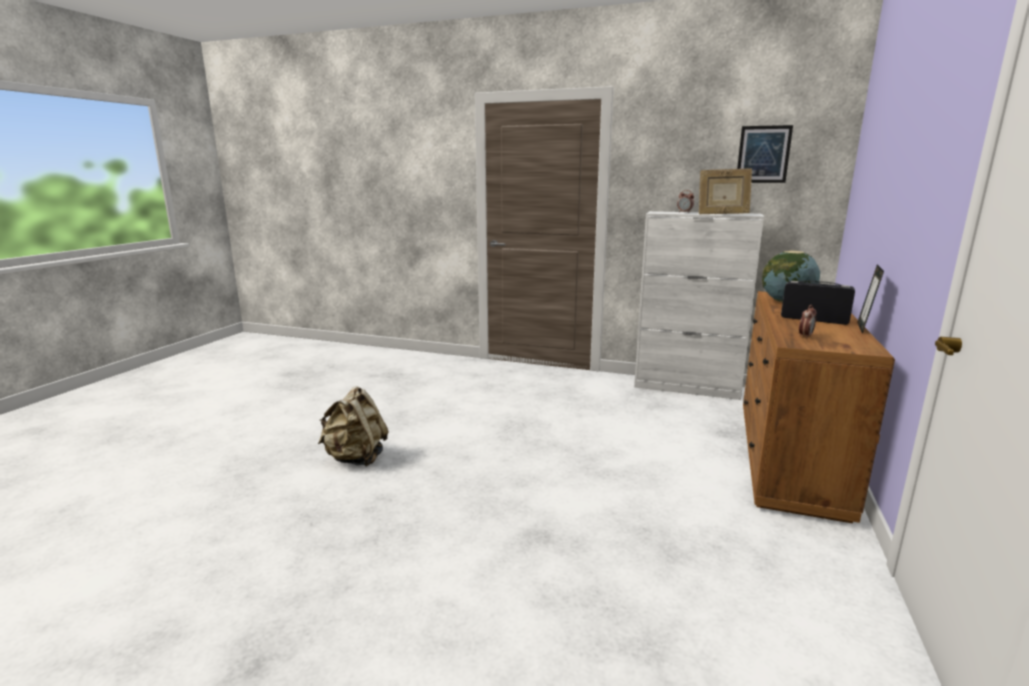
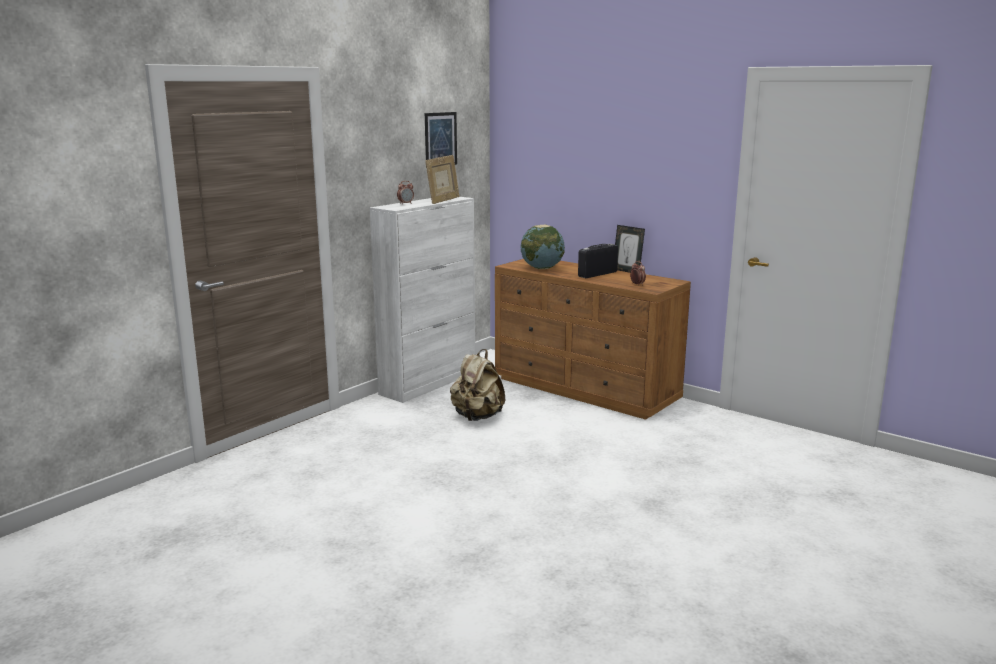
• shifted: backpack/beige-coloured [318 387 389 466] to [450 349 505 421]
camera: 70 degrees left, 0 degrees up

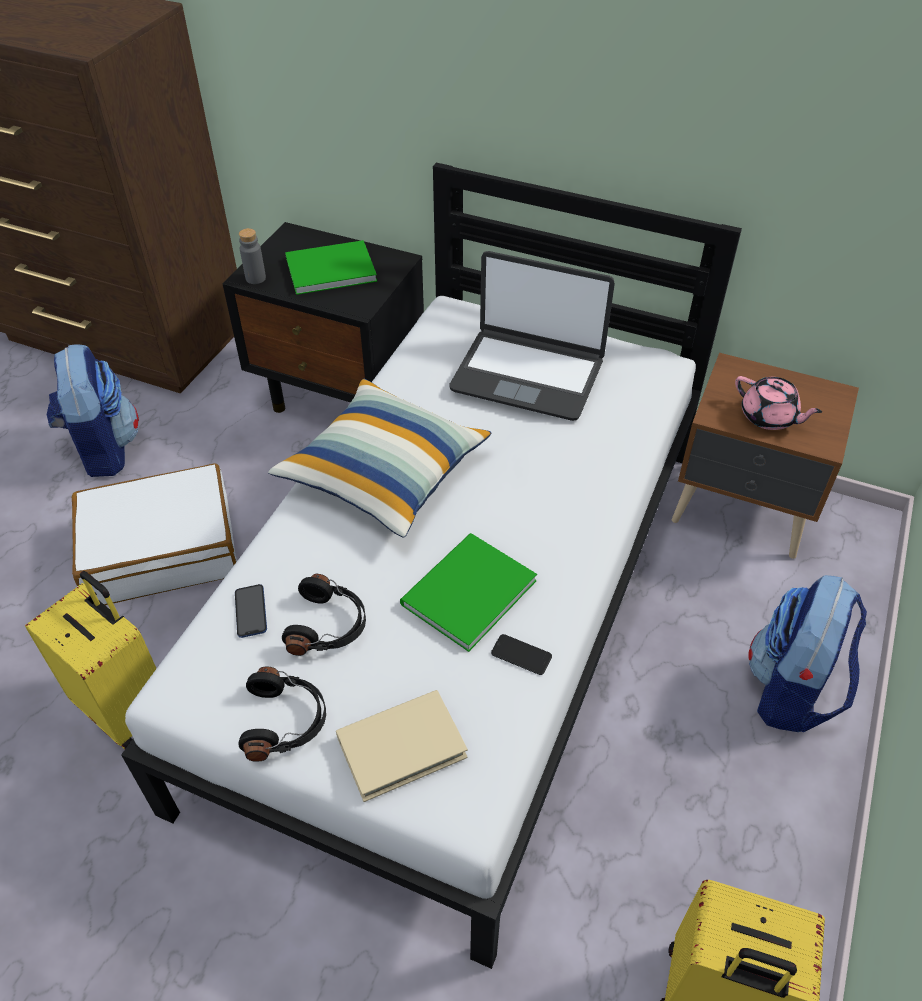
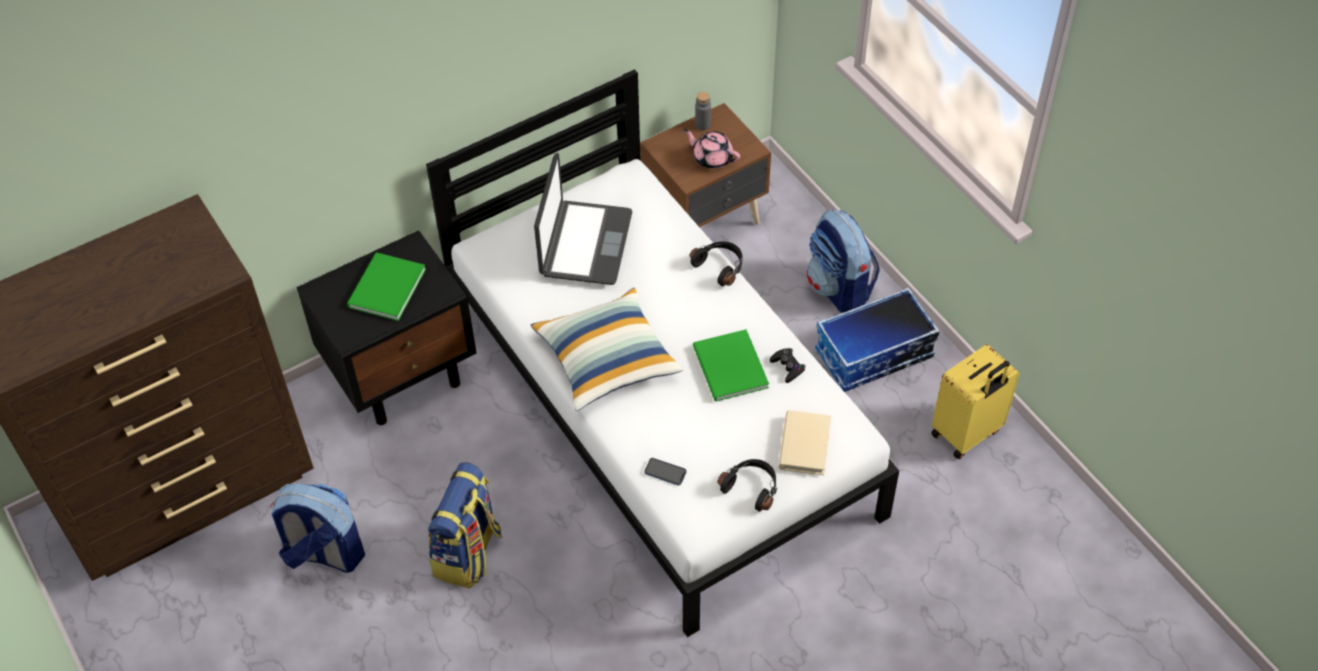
• gone: travel case/yellow [25 571 157 750]
• swapped: travel case/white-coloured [72 463 237 605] to backpack [428 462 502 589]
• shifted: bottle/gray [239 228 266 284] to [695 92 711 130]
• shifted: pair of headphones/blackish [282 574 366 656] to [690 241 742 286]
• rotated: notebook computer [450 251 615 421] = [534 153 632 285] 45 degrees counterclockwise
• swapped: handset [491 634 552 675] to gamepad/blackish [769 348 805 383]
• rotated: teapot/pink-coloured [735 376 822 430] = [684 129 740 169] 135 degrees counterclockwise
• new: storage bin [815 287 940 392]
camera: 55 degrees left, 5 degrees up

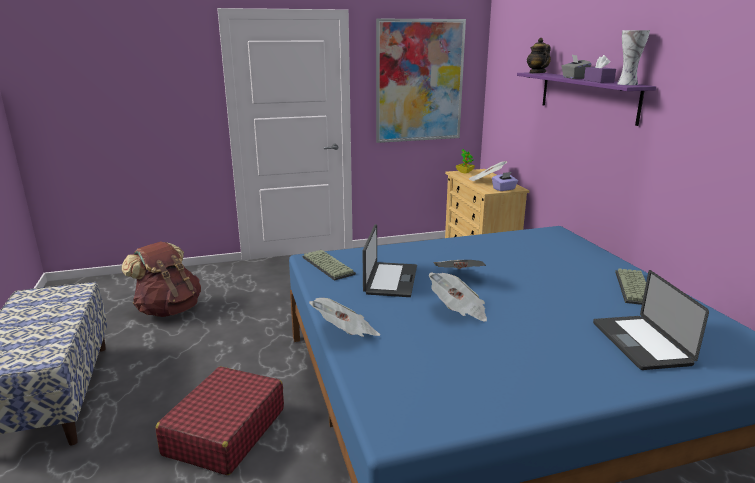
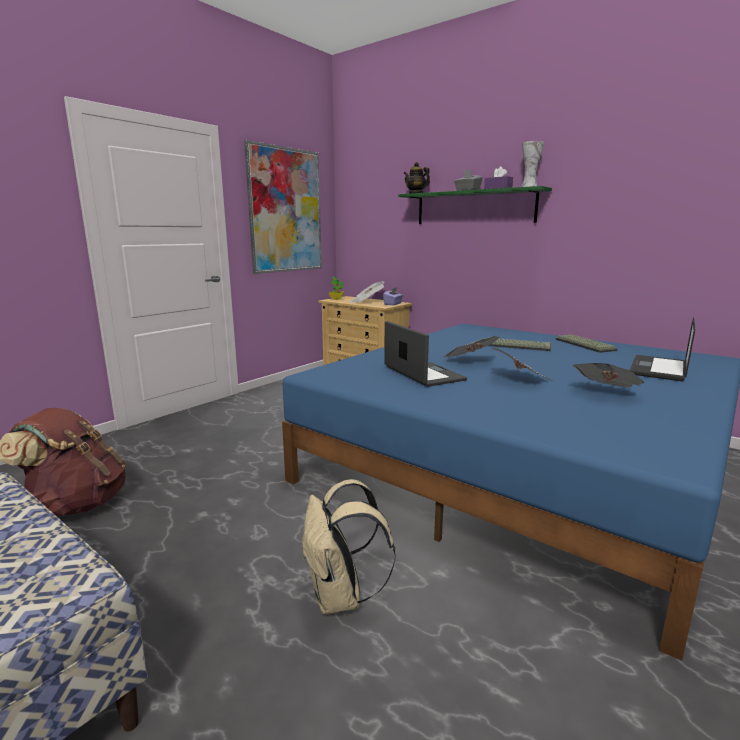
• swapped: travel case/red-coloured [155 366 284 475] to backpack/beige-coloured [302 479 395 614]
• shifted: computer keyboard [302 250 356 281] to [489 339 552 351]
• shifted: newspaper [309 298 381 337] to [573 363 644 387]
• repainted: wall shelf/purplish [517 72 656 126] to wall shelf/green [398 186 552 224]
• rotated: notebook computer [593 270 709 370] = [630 318 695 381] 75 degrees clockwise
camera: 35 degrees left, 5 degrees down

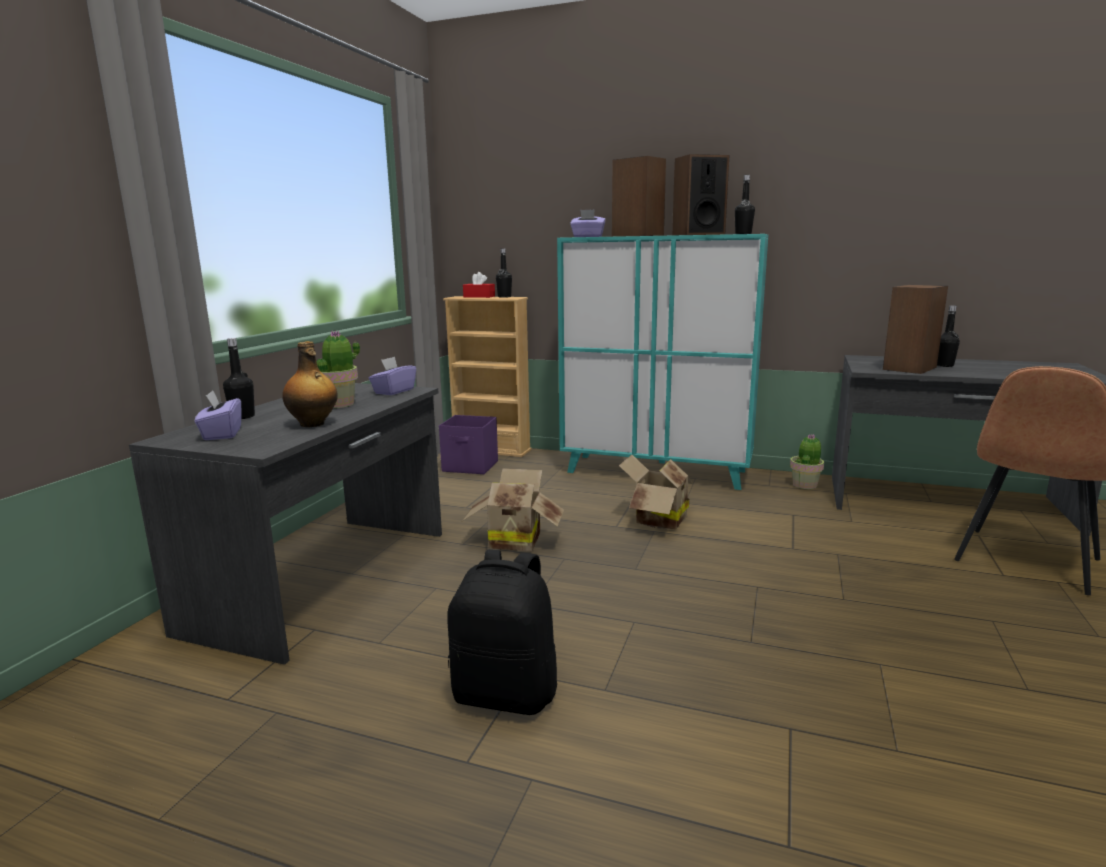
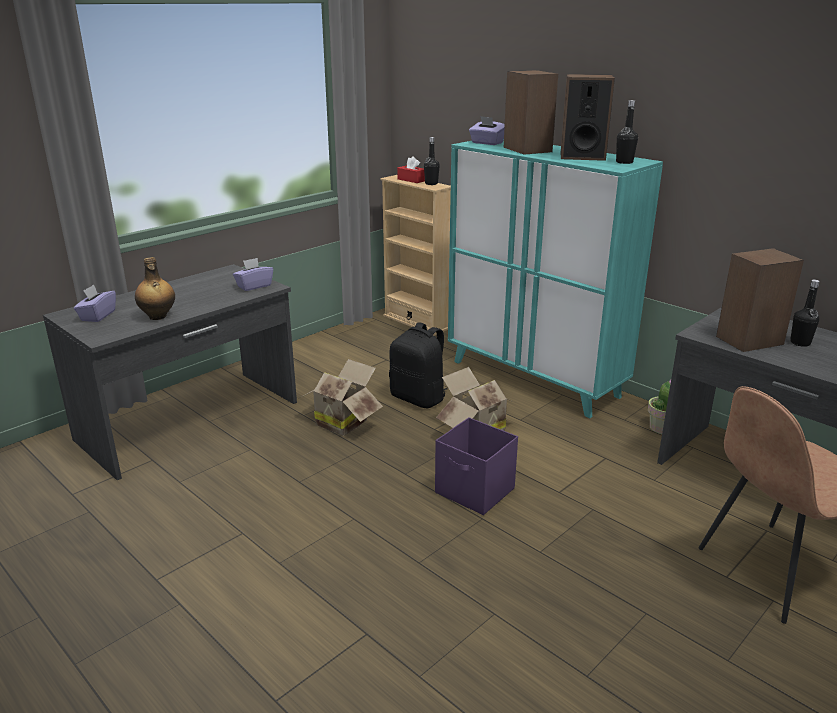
• gone: bottle/blackish [223 338 255 419]
• gone: plant in a pot [316 330 360 408]
• shifted: storage bin/purplish [439 415 498 474] to [435 417 518 515]
• shifted: backpack/blackish [447 549 557 715] to [389 322 447 408]
camera: 25 degrees right, 10 degrees up

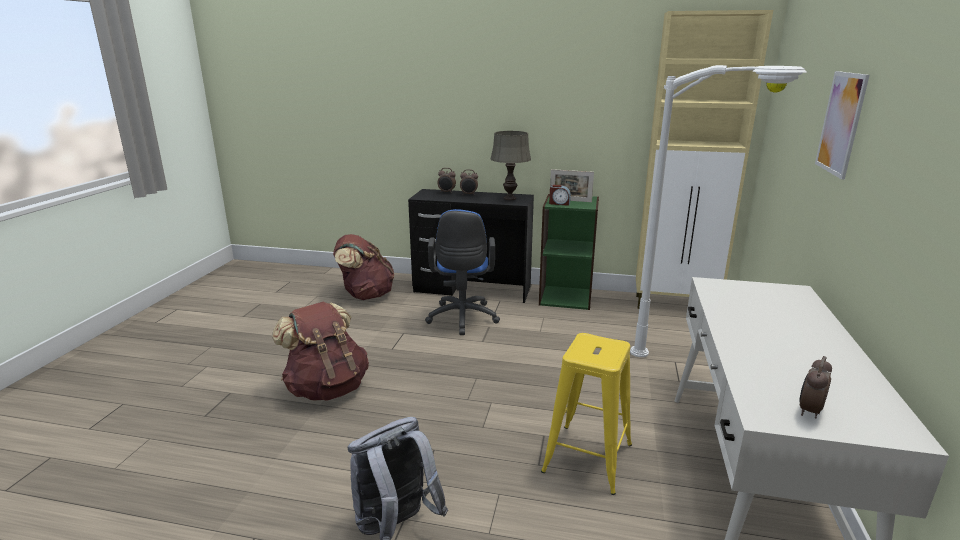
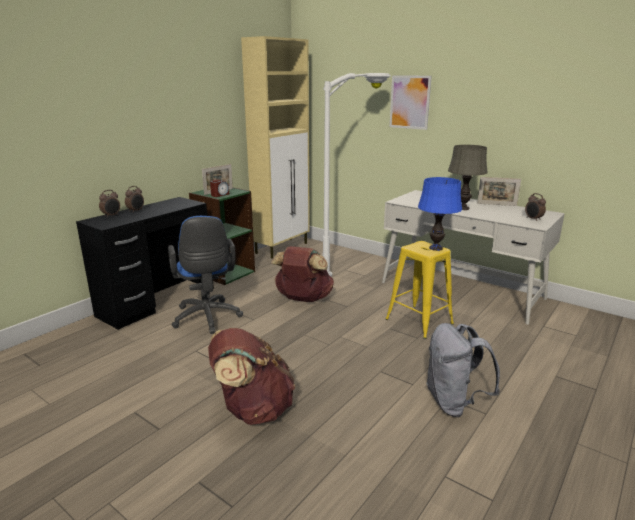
• shifted: backpack/brown [333 234 394 300] to [271 246 334 302]
• rotated: computer chair/bluish [425 209 500 335] = [168 216 243 334] 45 degrees clockwise
• shifted: table lamp/gray [491 131 531 200] to [448 145 488 210]
• new: table lamp/bluish [418 177 462 251]
• new: standing frame [477 177 521 206]
camera: 65 degrees left, 0 degrees up

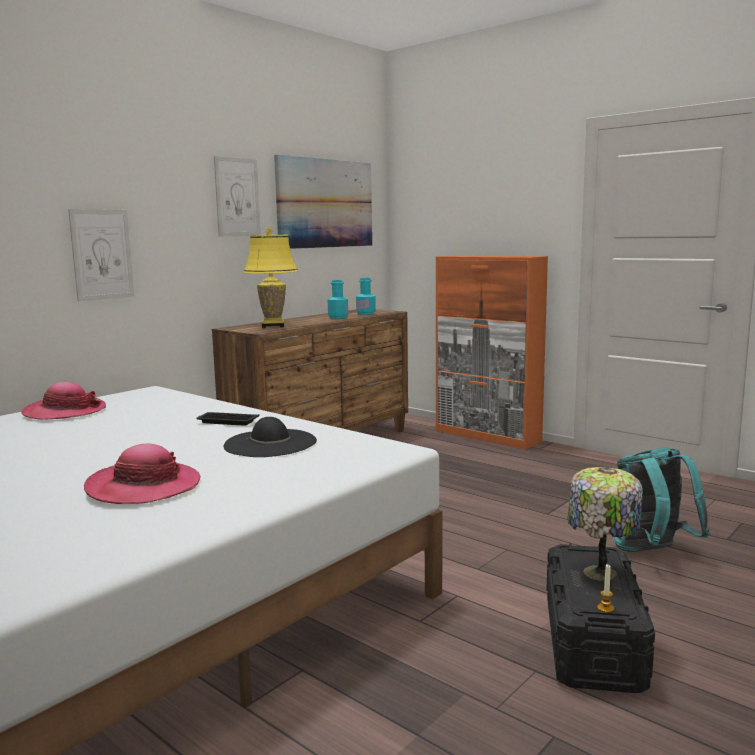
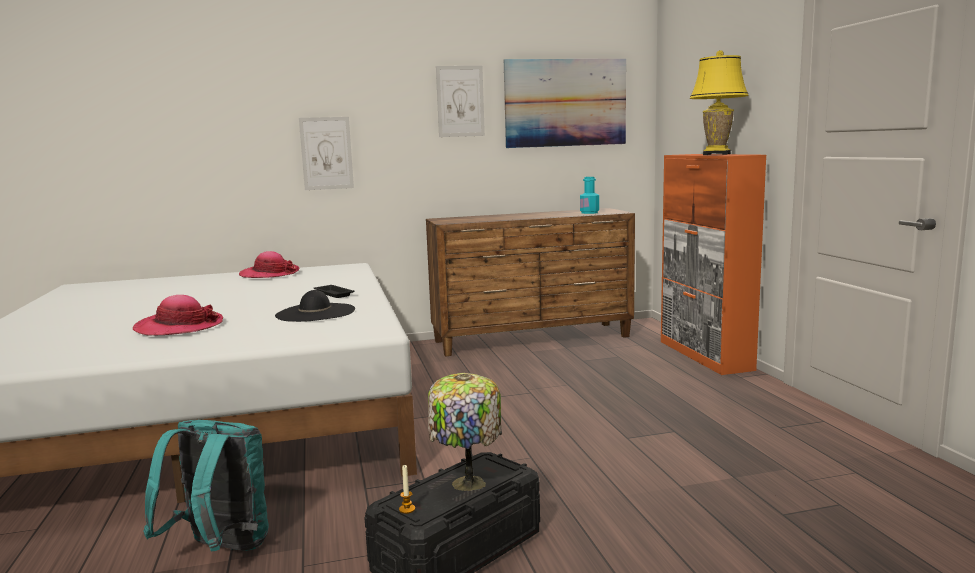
• shifted: table lamp/yellow [243 228 298 328] to [689 50 749 155]
• gone: bottle/blue-green [328 280 348 318]
• shifted: backpack/blue-green [613 448 710 552] to [143 420 269 551]
camera: 35 degrees right, 0 degrees up

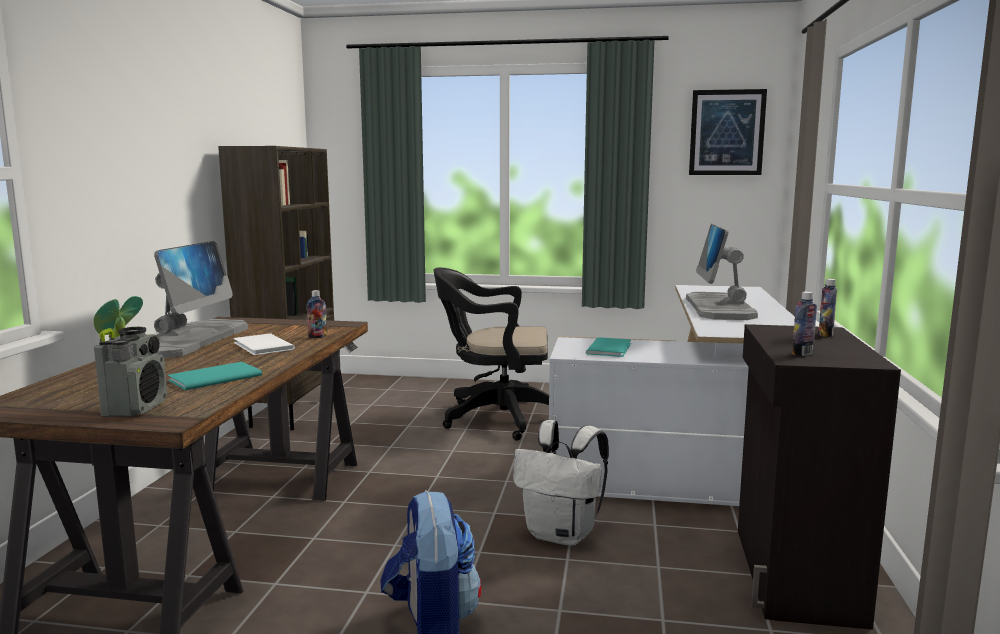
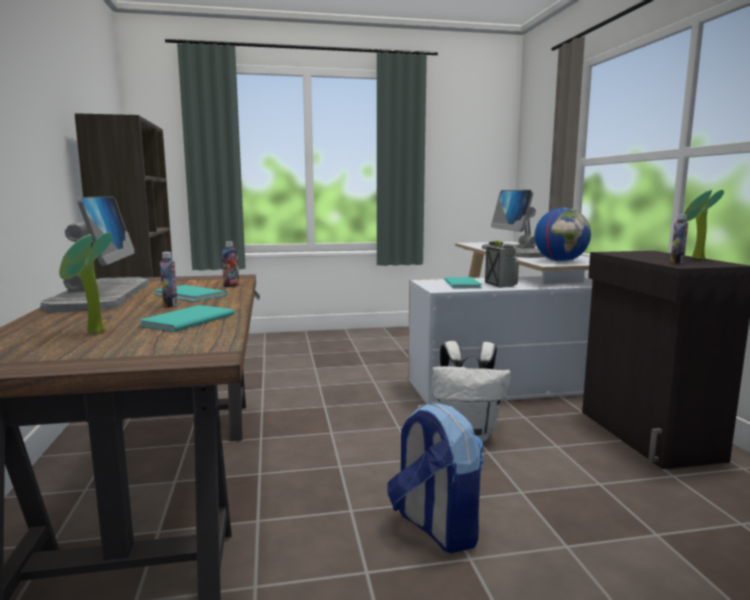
• shifted: radio [94 327 167 417] to [485 240 519 288]
• repainted: volume/white-coloured [234 333 295 355] to volume/blue-green [154 285 228 302]
• gone: computer chair/blackish [433 268 549 441]
• gone: picture [689 89 767 175]
• shifted: bottle [818 279 837 337] to [160 252 178 308]
• new: globe [535 208 591 262]
• new: plant in a pot [684 190 724 259]
camera: 20 degrees left, 0 degrees up

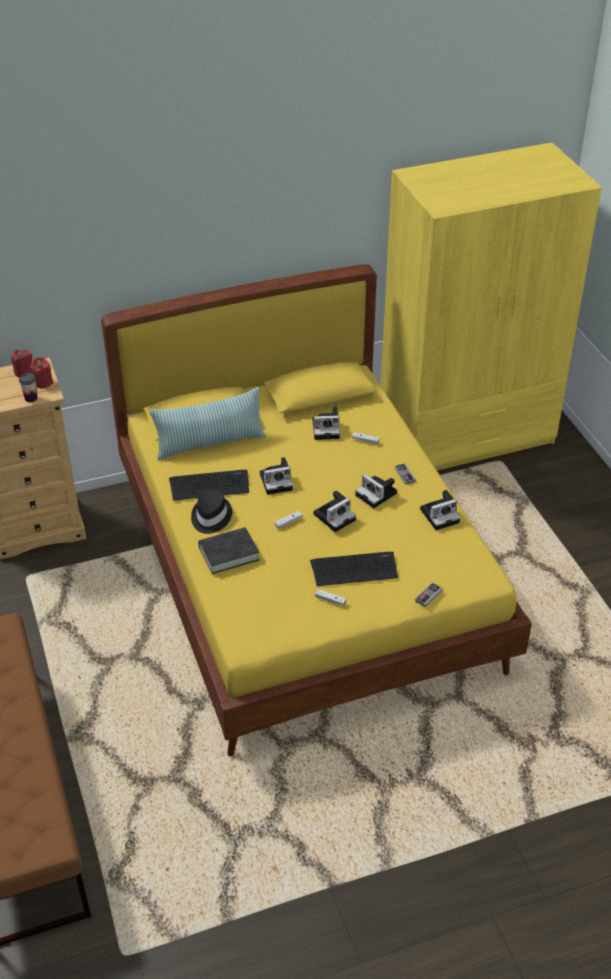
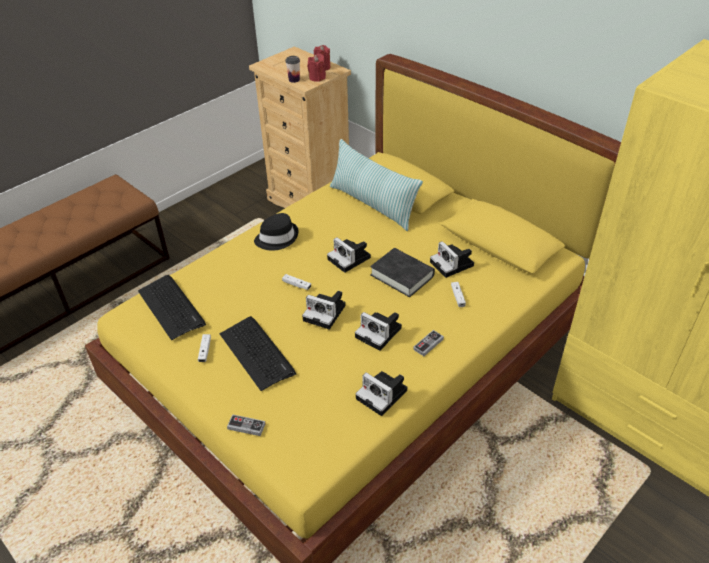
• shifted: computer keyboard [169 470 249 501] to [138 275 206 340]
• shifted: volume/blackish [198 527 259 574] to [370 248 435 297]
• rotated: photo camera [355 474 397 508] = [355 312 402 351] 75 degrees counterclockwise
camera: 65 degrees right, 0 degrees up

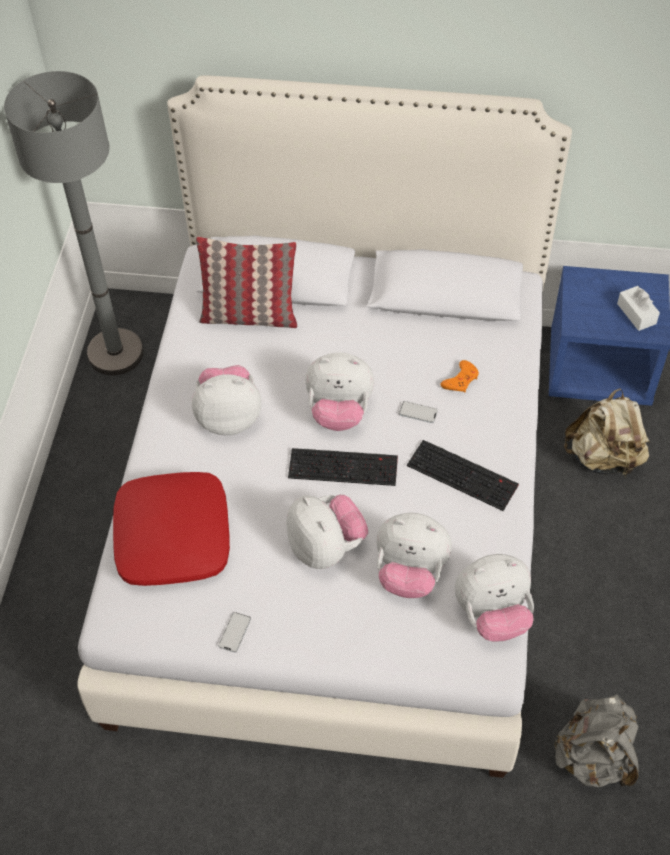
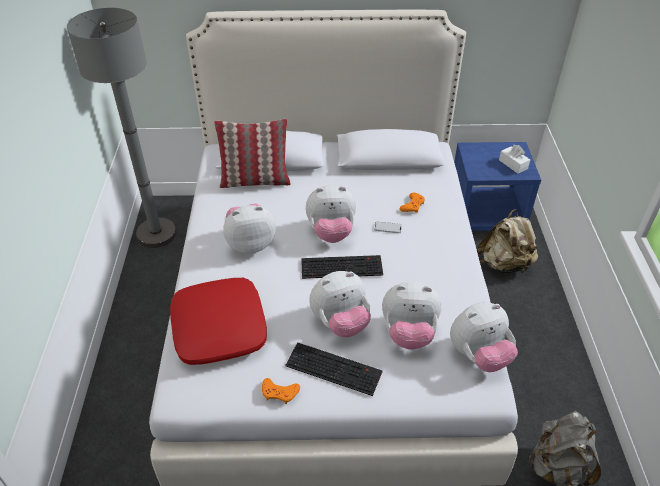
• swapped: handset [219 612 251 653] to gamepad/orange-coloured [262 378 300 404]
• rotated: soft toy [286 495 368 569] = [309 271 371 337] 105 degrees clockwise
• shifted: computer keyboard [407 440 519 511] to [285 342 383 396]
camera: 10 degrees left, 10 degrees down

